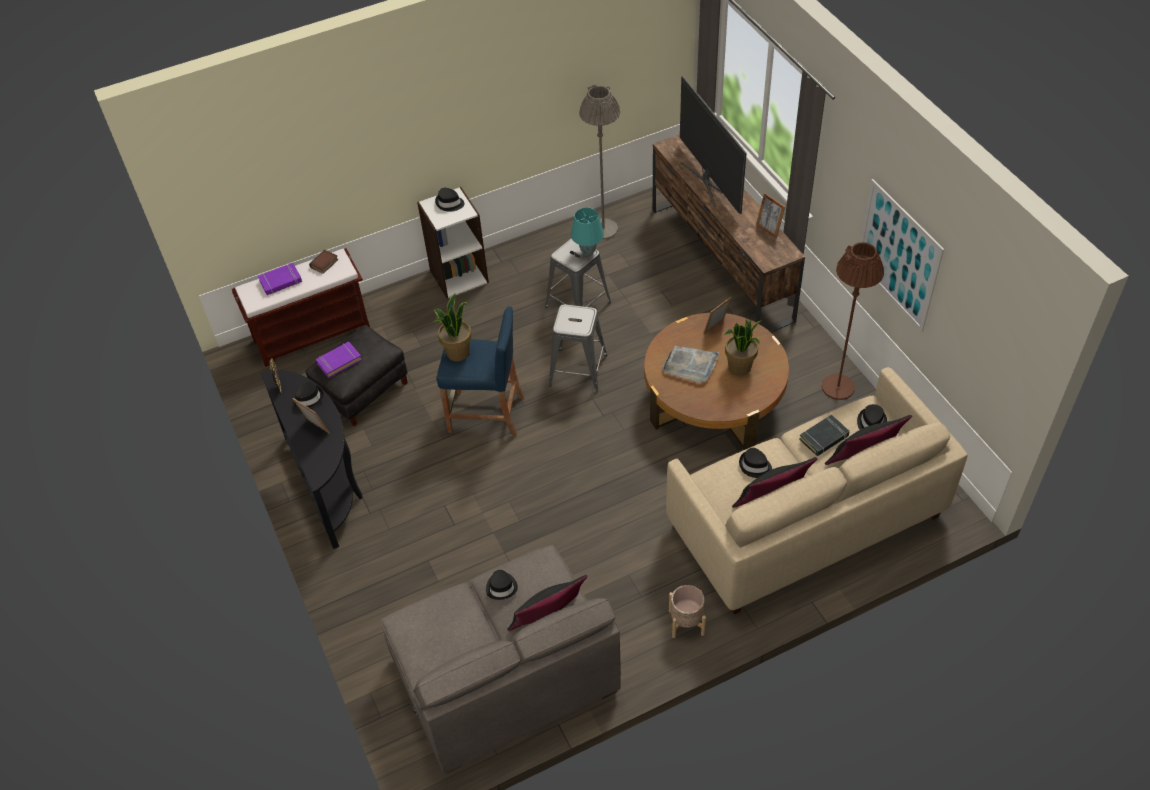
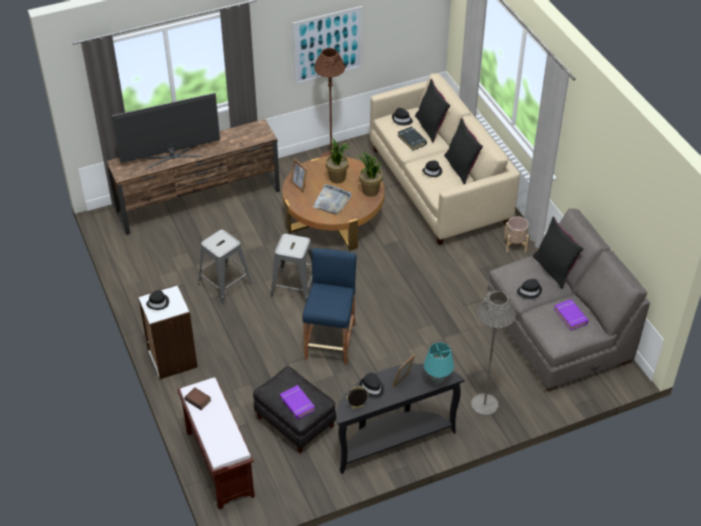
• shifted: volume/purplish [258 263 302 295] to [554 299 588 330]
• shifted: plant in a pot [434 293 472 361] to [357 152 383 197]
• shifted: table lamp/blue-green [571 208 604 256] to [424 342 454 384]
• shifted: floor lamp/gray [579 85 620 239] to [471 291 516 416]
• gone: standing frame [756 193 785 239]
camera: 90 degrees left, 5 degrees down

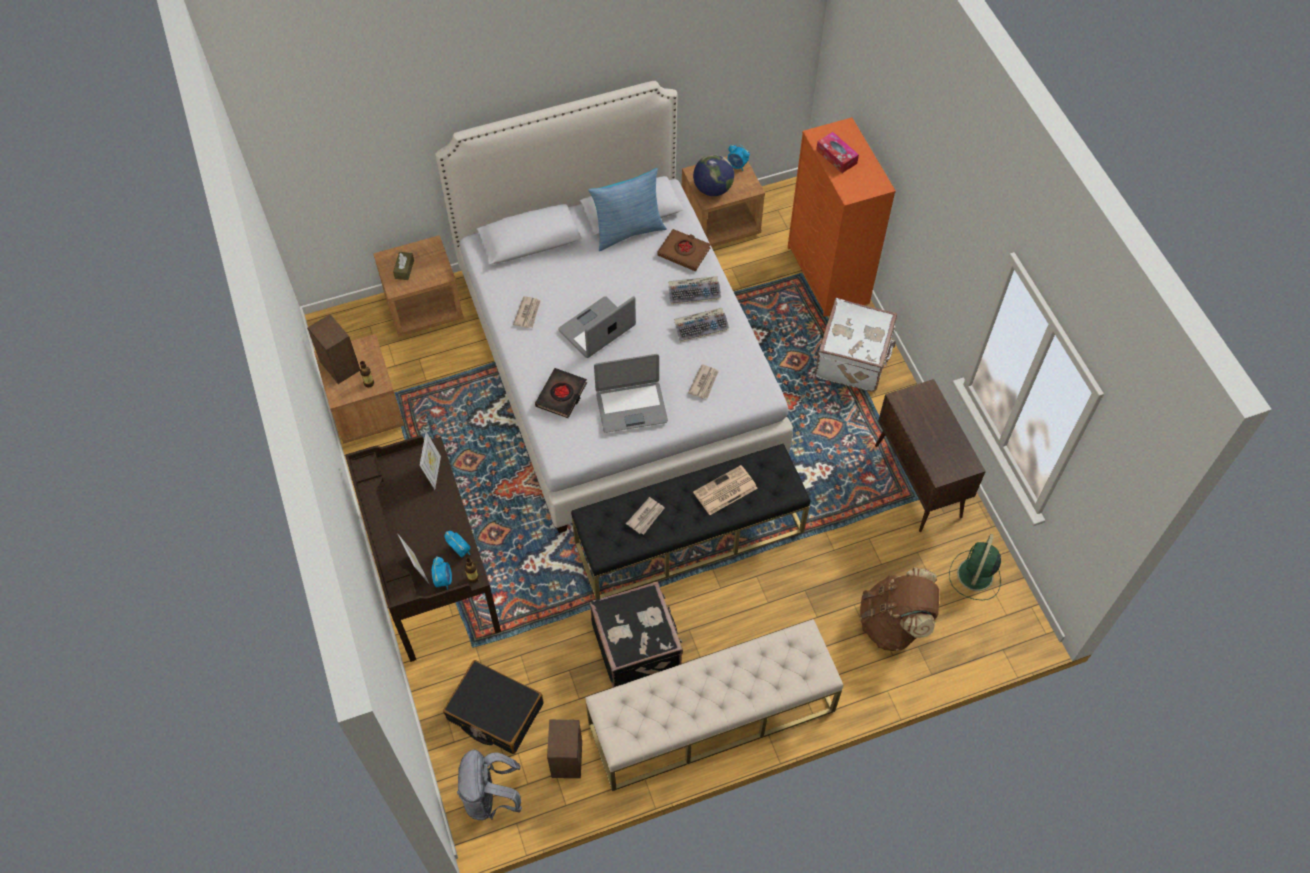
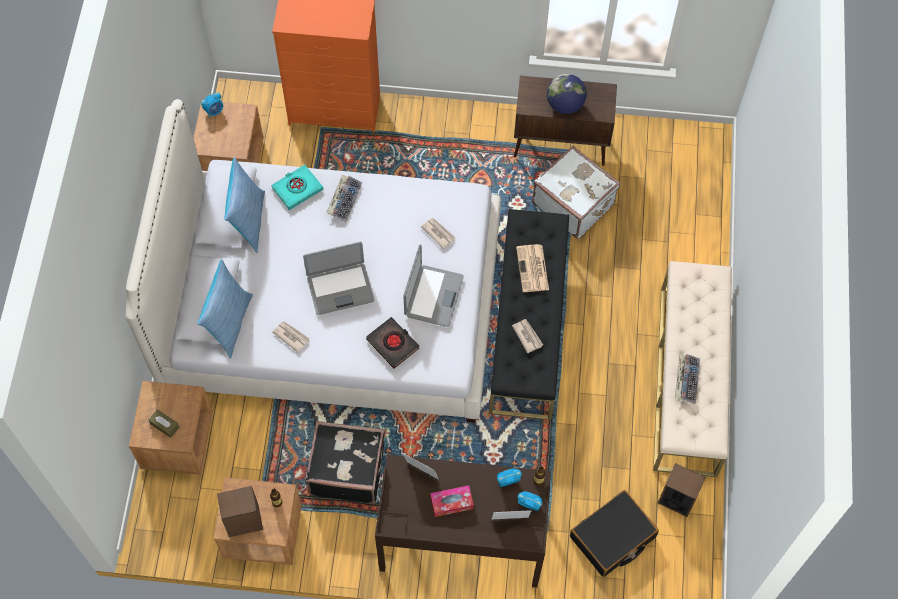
• gone: backpack/gray [457 750 522 820]
• rotated: notebook computer [558 296 636 358] = [303 242 374 315] 90 degrees counterclockwise
• shifted: travel case/blackish [590 581 683 688] to [305 421 385 504]
• repainted: volume/brown [657 229 711 271] to volume/blue-green [271 164 323 210]
• shifted: computer keyboard [674 308 729 342] to [675 354 700 404]
• shifted: globe [693 155 734 196] to [547 74 587 114]
• shifted: travel case/white-coloured [815 298 897 392] to [532 145 620 239]
• shifted: tissue box [816 132 859 173] to [430 485 474 517]
• gone: backpack/brown [860 567 939 651]
• gone: fan/green [949 534 1001 600]
• new: pillow [197 259 253 359]
camera: 65 degrees left, 5 degrees up

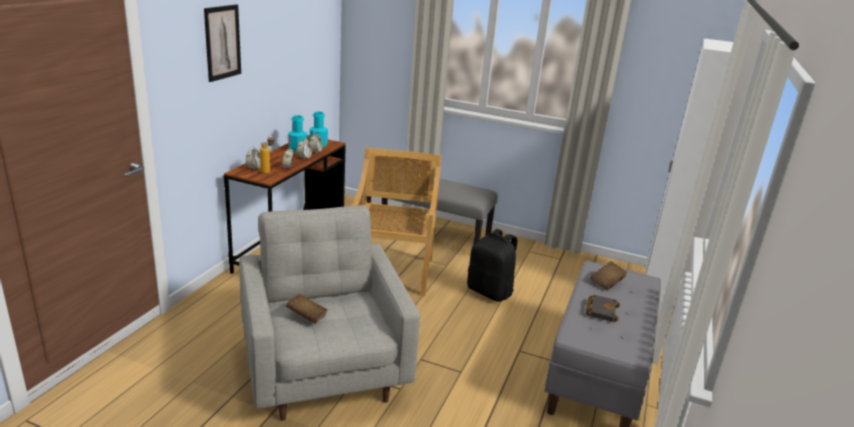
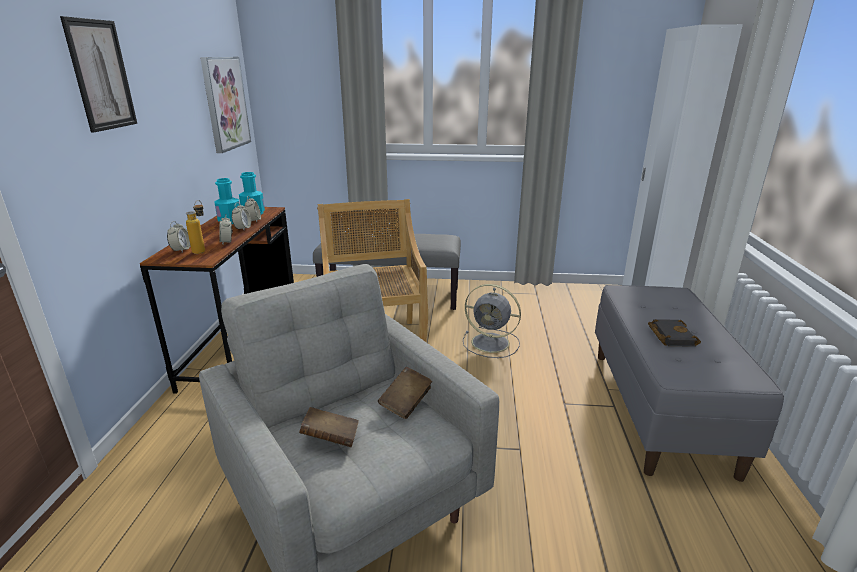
• swapped: backpack/blackish [467 229 518 302] to fan/gray [463 284 521 358]
• shifted: volume/brown [591 261 628 291] to [378 367 432 419]
• new: picture [200 57 251 153]
camera: 15 degrees left, 0 degrees up

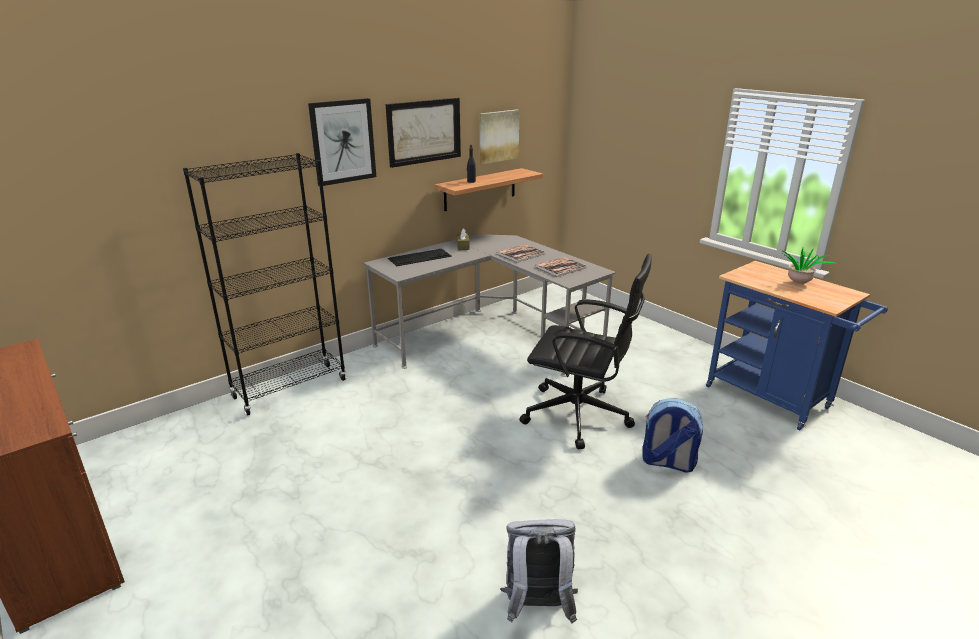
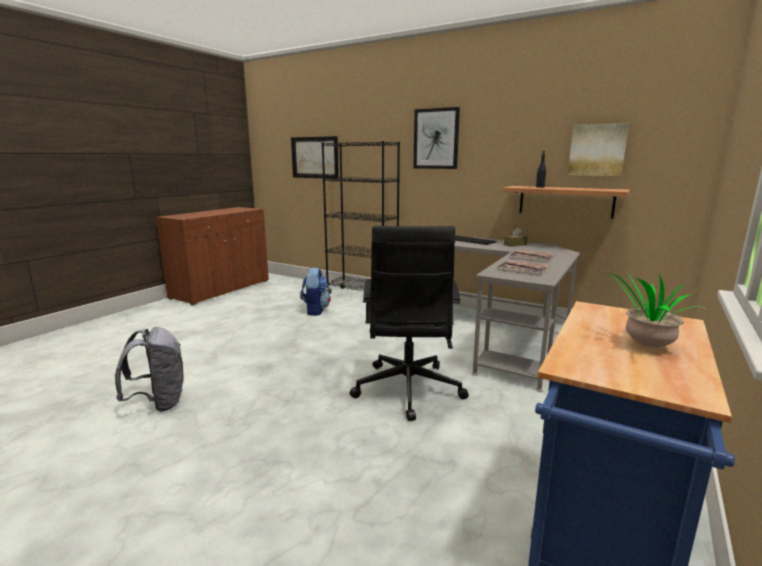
• shifted: picture [386 98 461 168] to [291 136 339 179]
• shifted: backpack [642 398 703 473] to [300 267 331 316]
camera: 70 degrees right, 10 degrees down

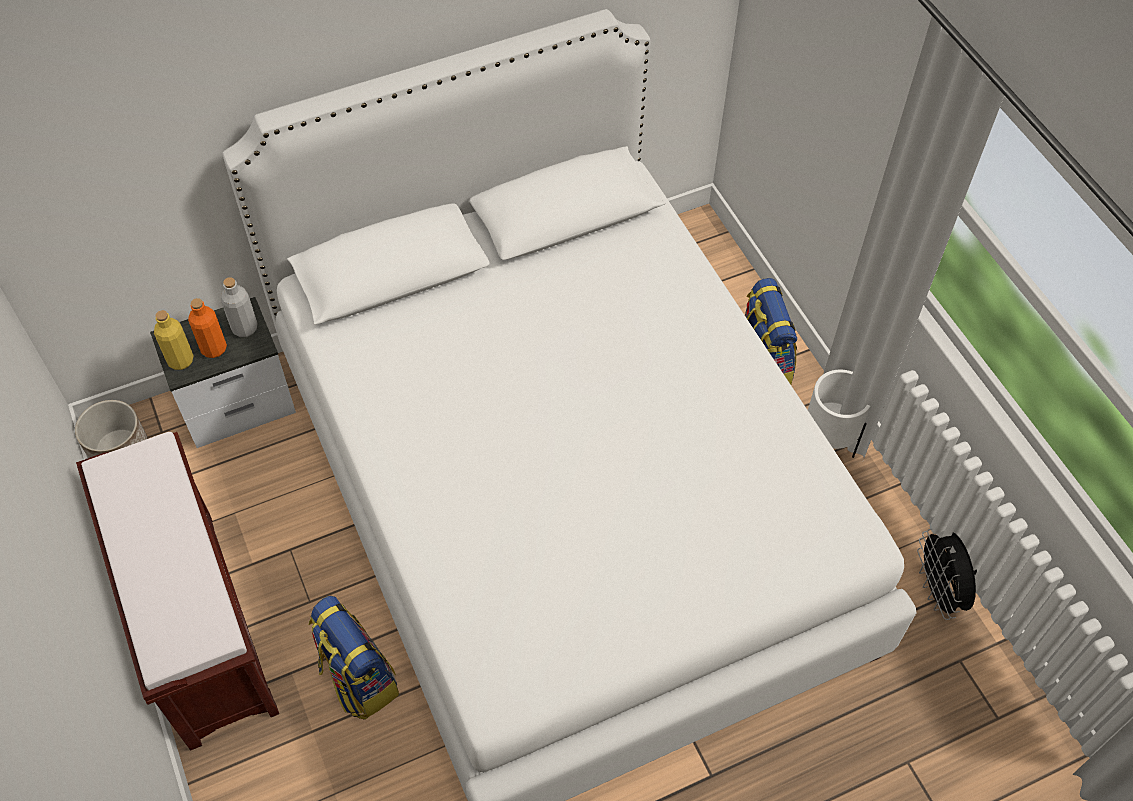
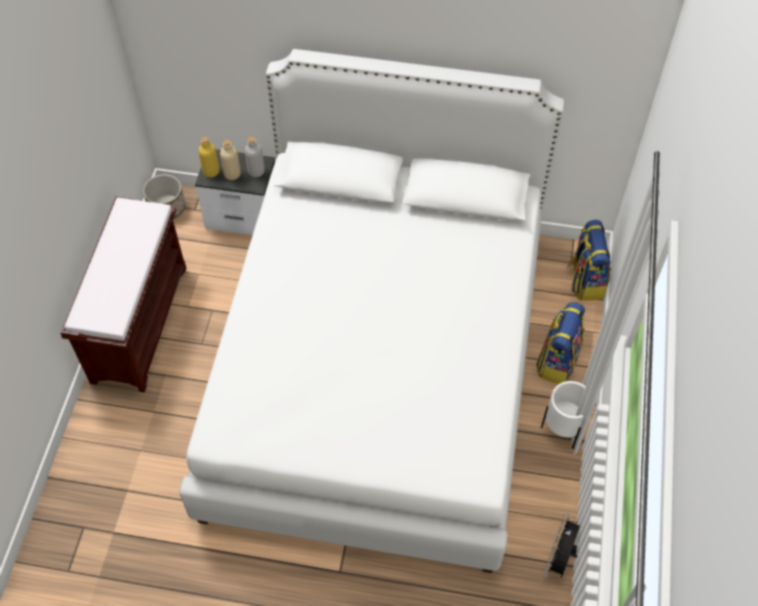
• repainted: bottle/orange-coloured [188 298 227 358] to bottle/beige-coloured [220 140 241 180]
• shifted: backpack [309 596 399 720] to [567 220 611 301]
camera: 35 degrees right, 0 degrees up

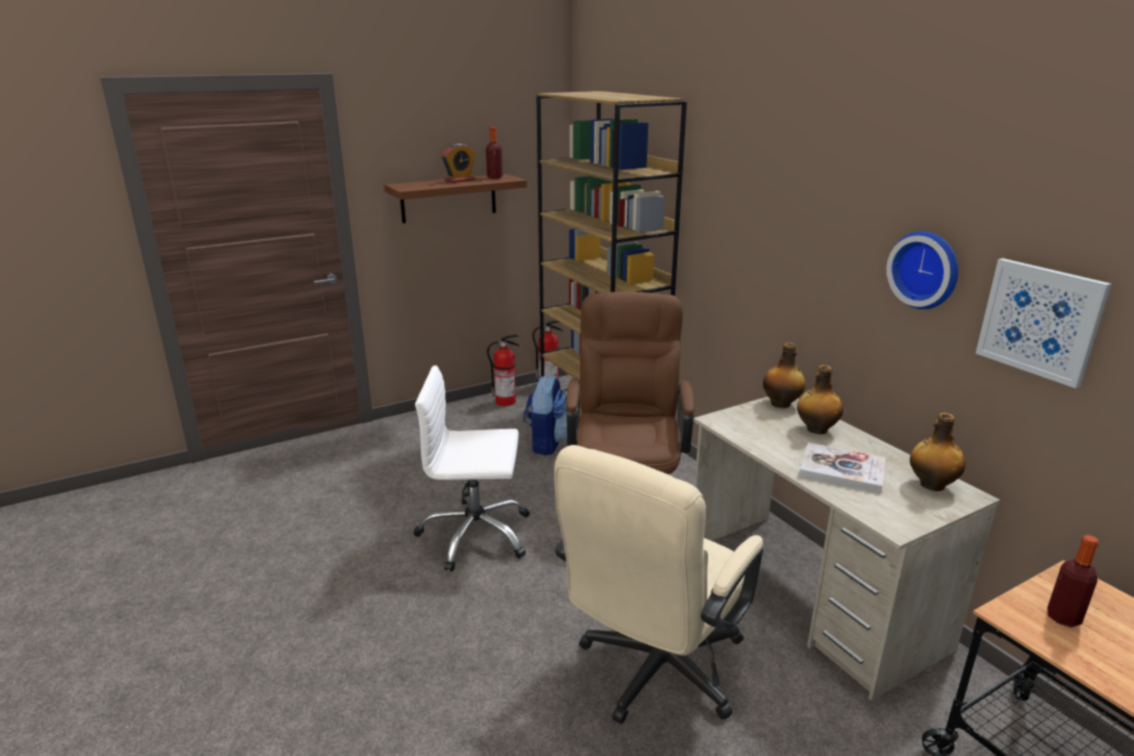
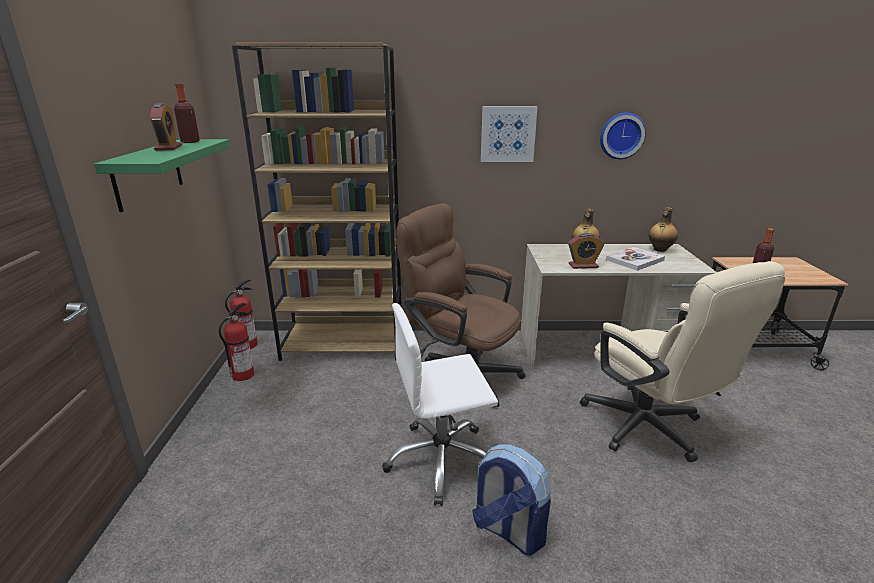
• repainted: wall shelf/brown [384 174 527 223] to wall shelf/green [94 139 230 212]
• rotated: computer chair/white-coloured [414 365 530 572] = [382 303 498 506] 45 degrees clockwise
• shifted: backpack [523 375 567 455] to [472 444 551 556]
• gone: bottle [763 342 806 408]
• shifted: picture [976 258 1112 388] to [481 106 538 162]
• new: alarm clock [568 233 604 269]
camera: 60 degrees left, 0 degrees up

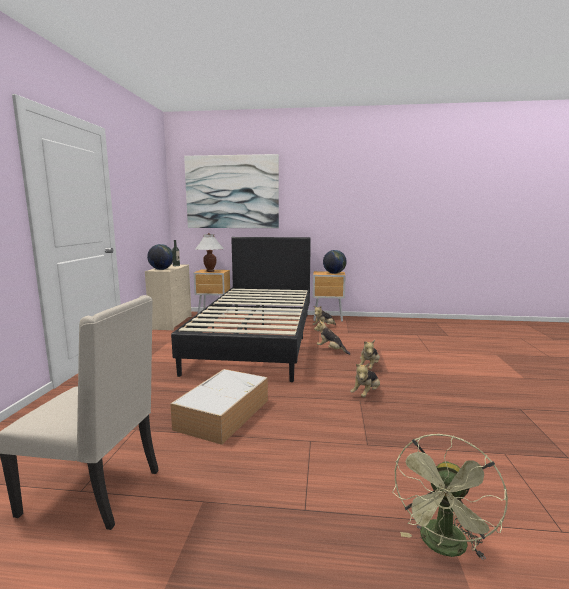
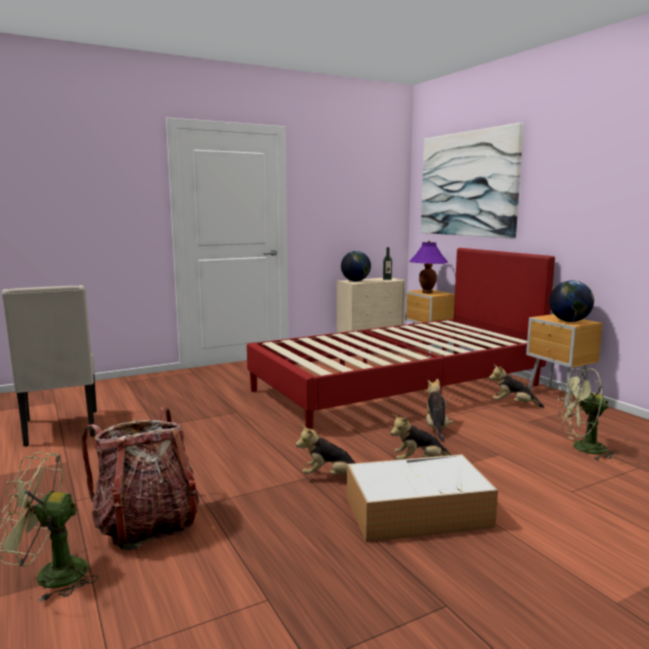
• shifted: storage bin [170 369 268 445] to [347 454 498 542]
• repainted: sleeping bed/blackish [171 237 311 382] to sleeping bed/red-coloured [247 248 555 430]
• repainted: table lamp/white-coloured [195 233 224 272] to table lamp/purplish [409 241 448 293]
• new: backpack [81 406 200 551]
• new: fan/green [558 368 619 460]
camera: 55 degrees right, 0 degrees up

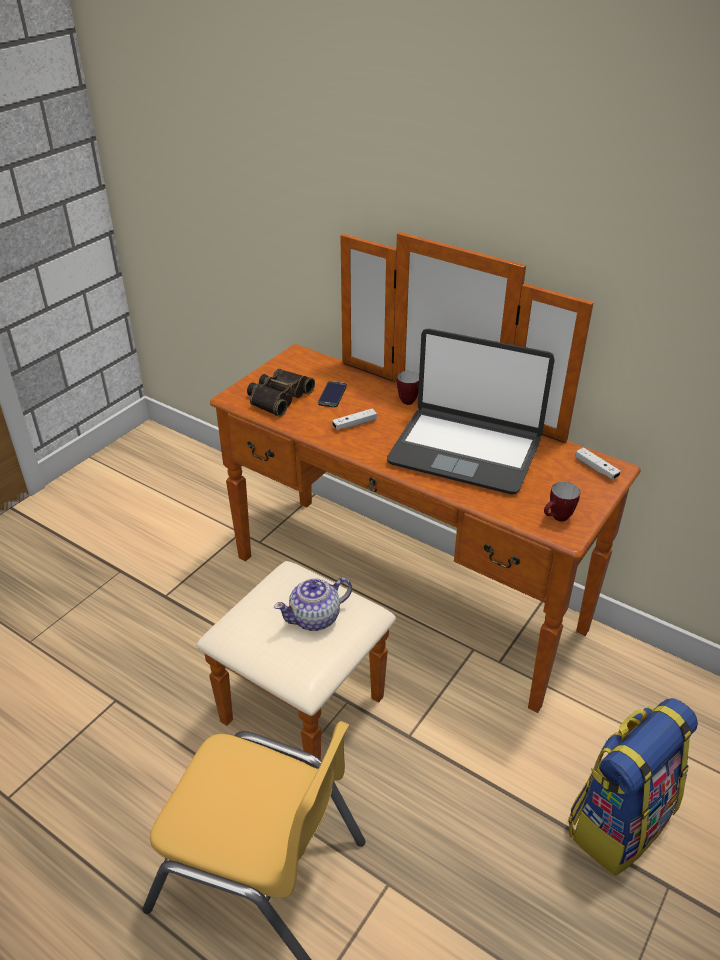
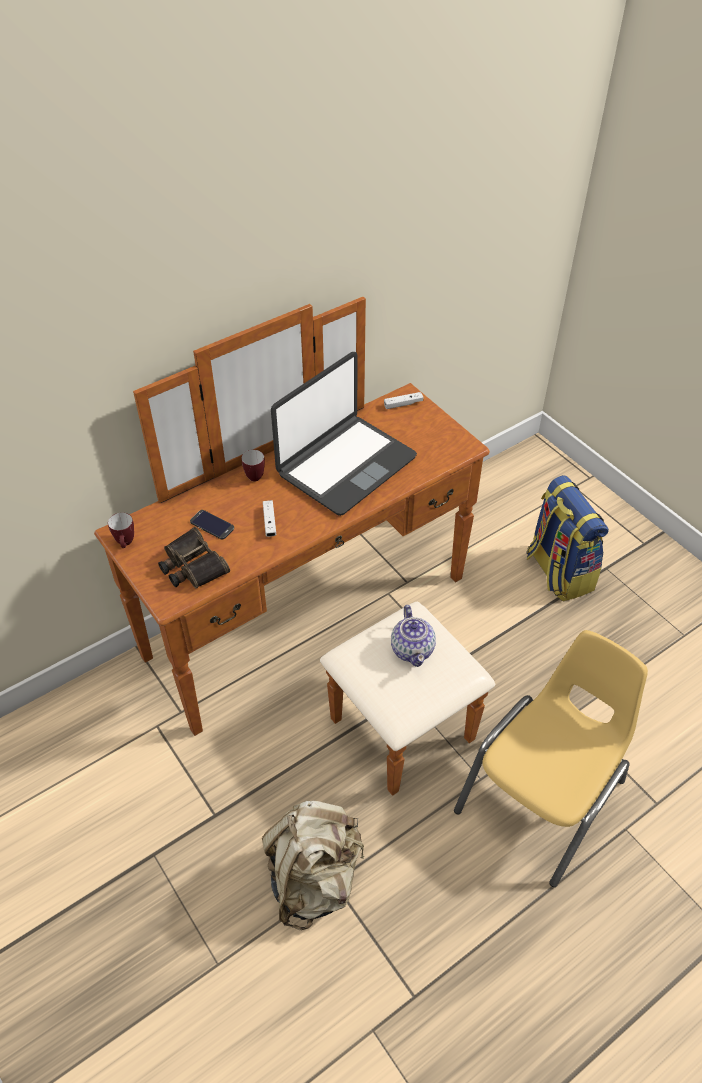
• shifted: mug [544 481 580 522] to [108 513 134 548]
• new: backpack/beige-coloured [262 801 365 930]
camera: 70 degrees left, 10 degrees up

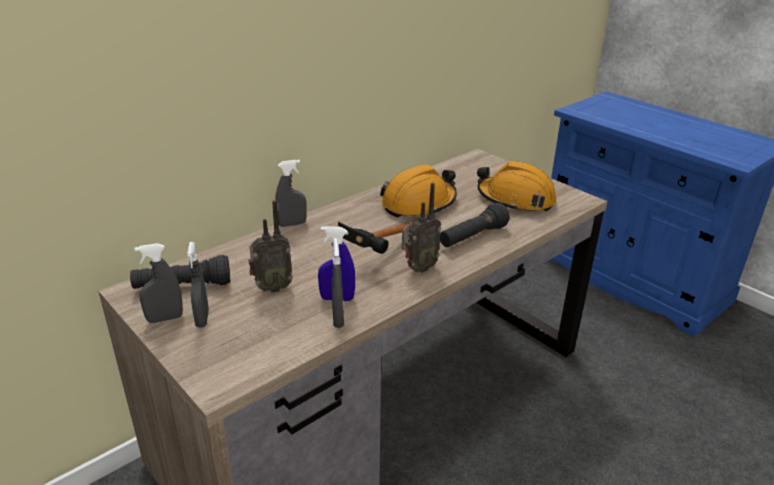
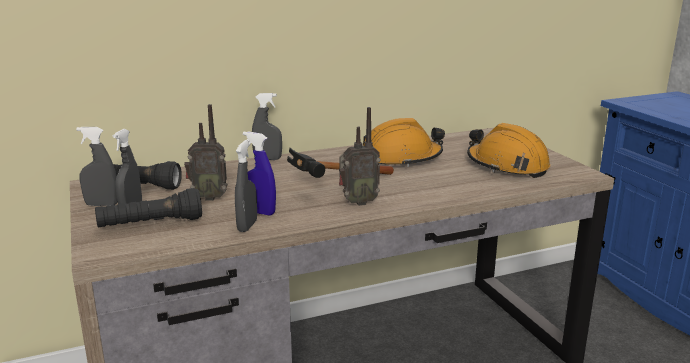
• shifted: hand torch/blackish [440 203 510 247] to [95 188 202 227]
camera: 20 degrees right, 10 degrees down

